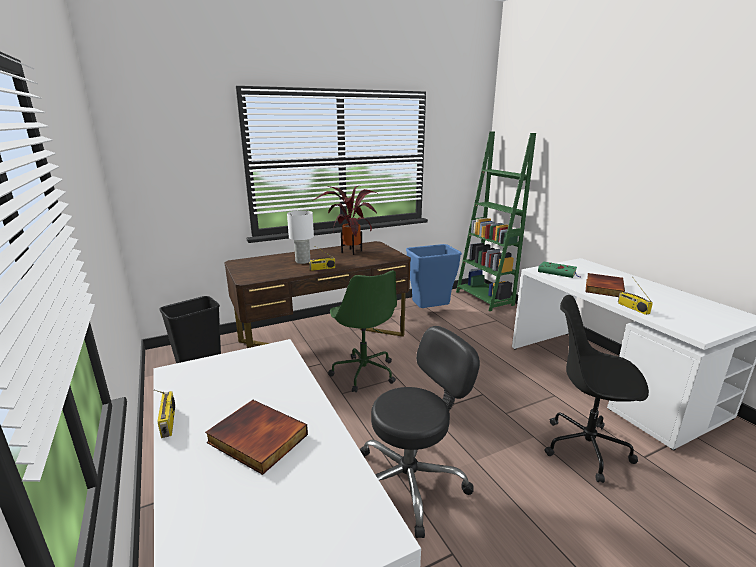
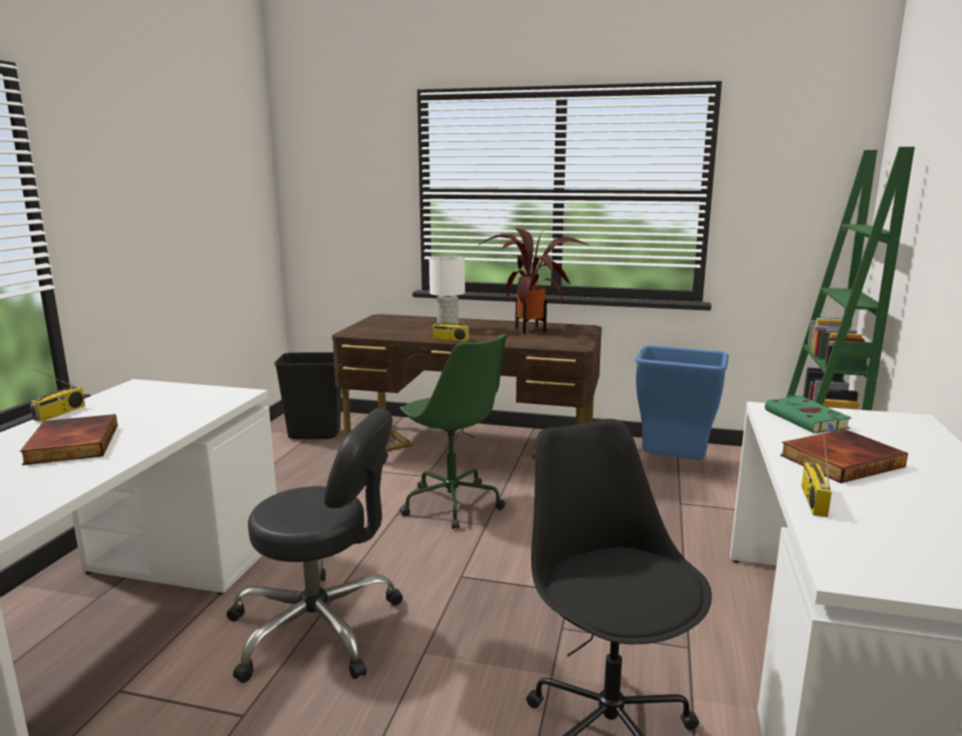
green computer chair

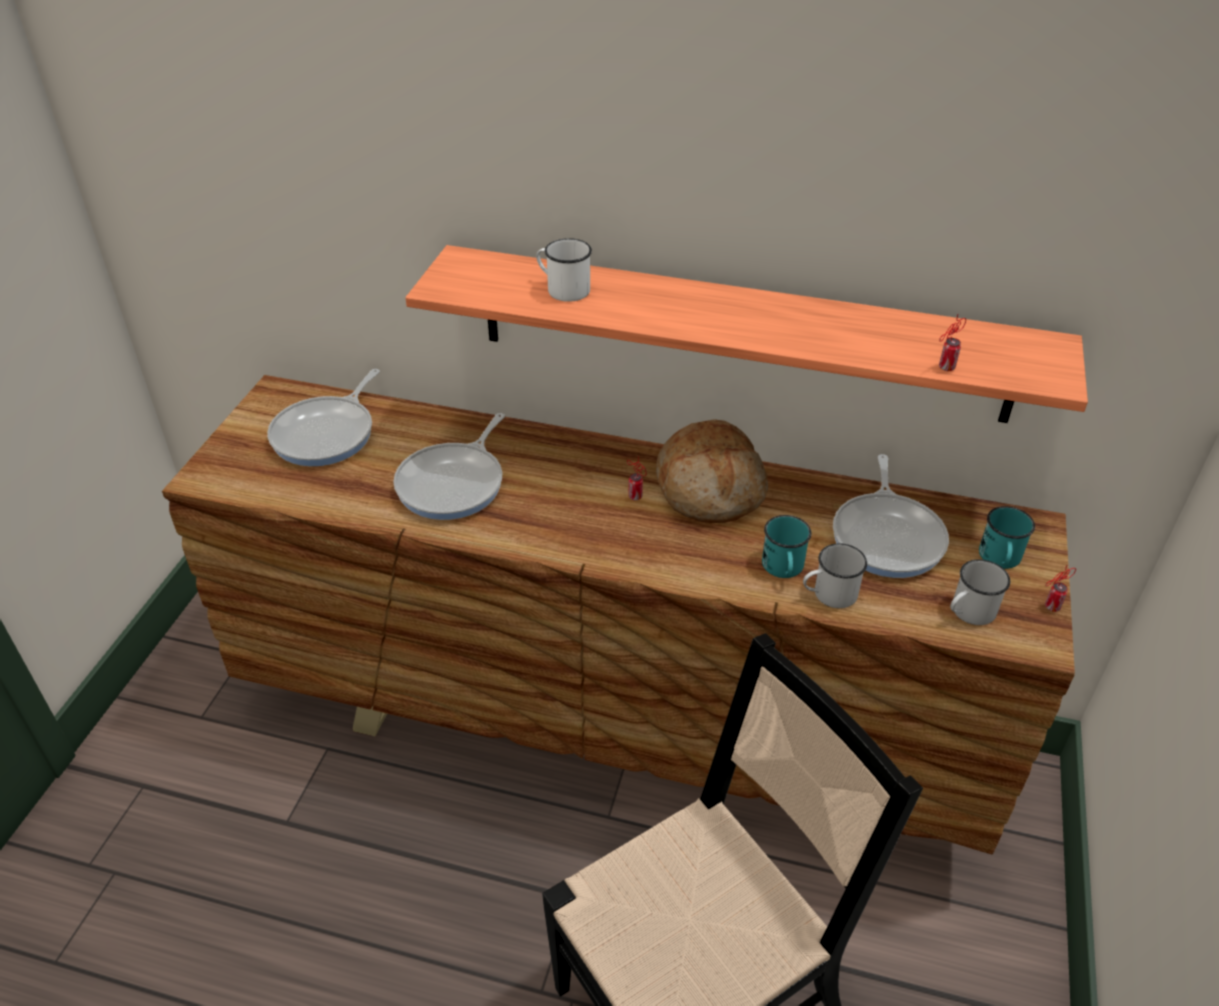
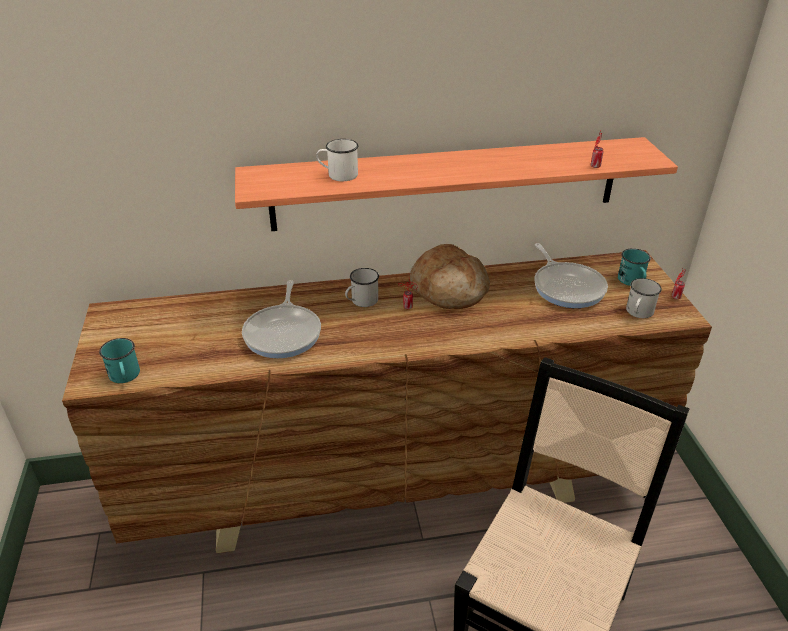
frying pan (no. 1 from left in the first image)
turquoise-coloured coffee mug (no. 1 from left)
whitish coffee mug (no. 2 from left)

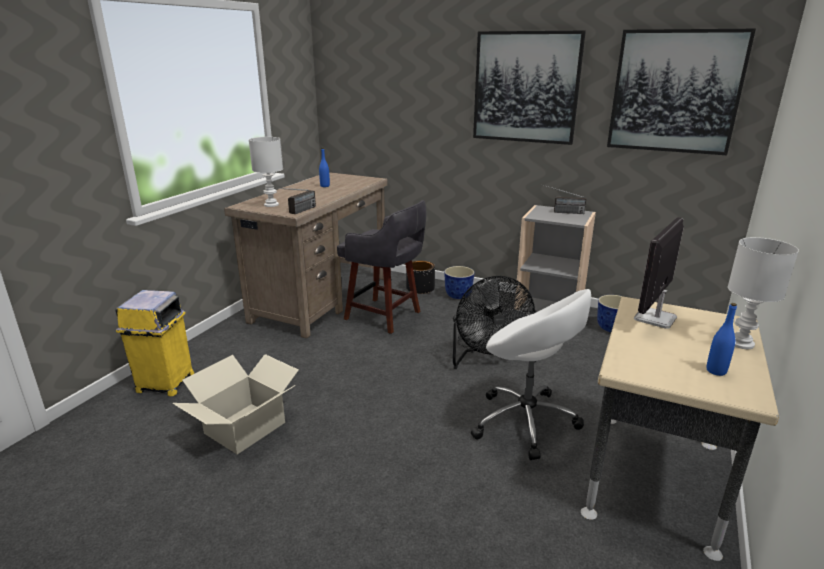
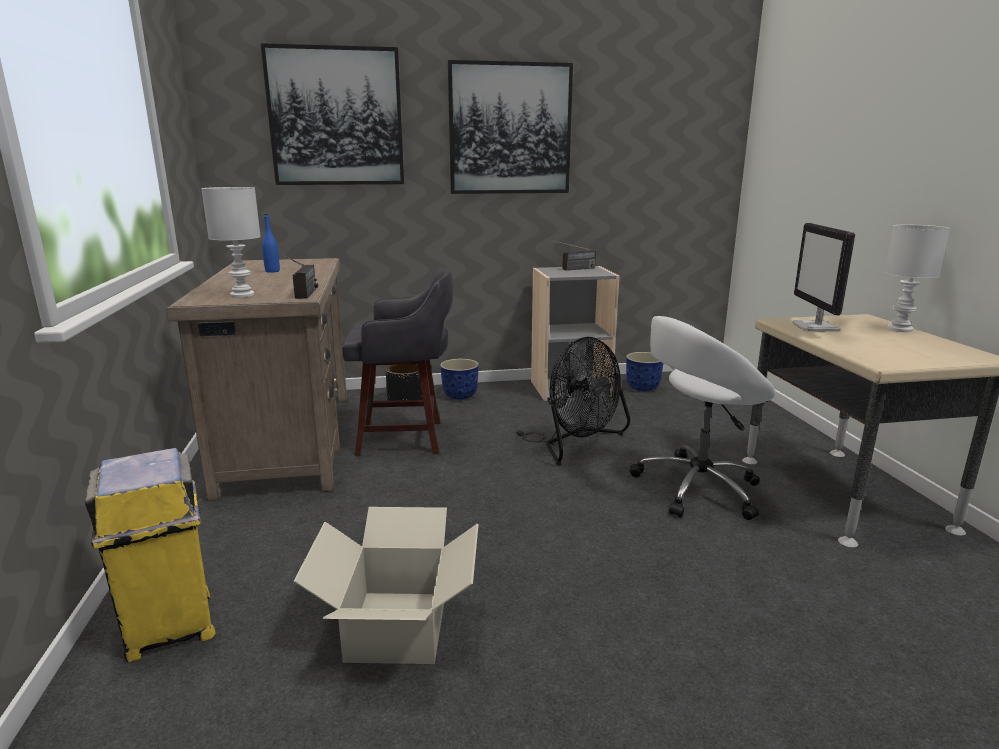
wall art (no. 1 from left)
whitish computer chair
blue drink bottle (no. 2 from left in the first image)

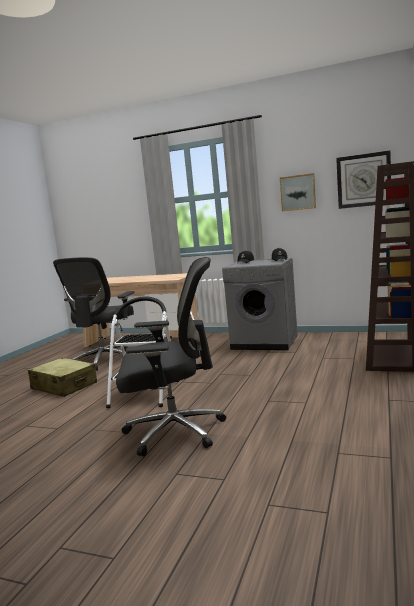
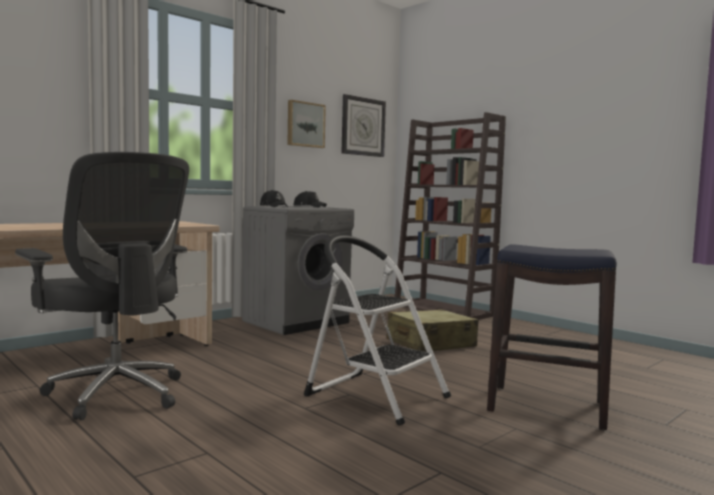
sitting stool
beige-coloured travel case

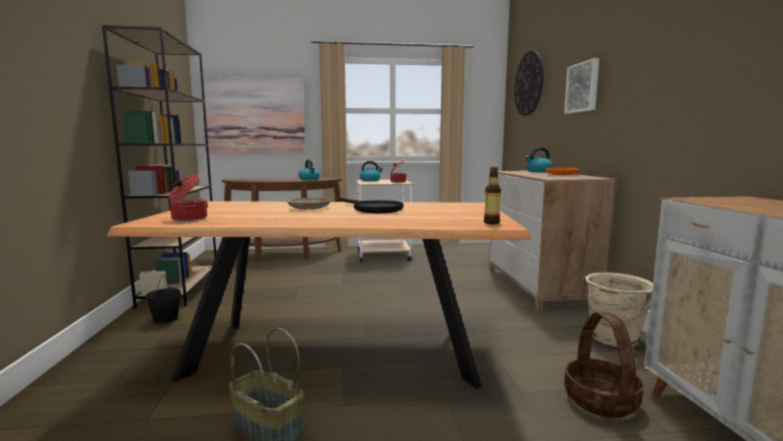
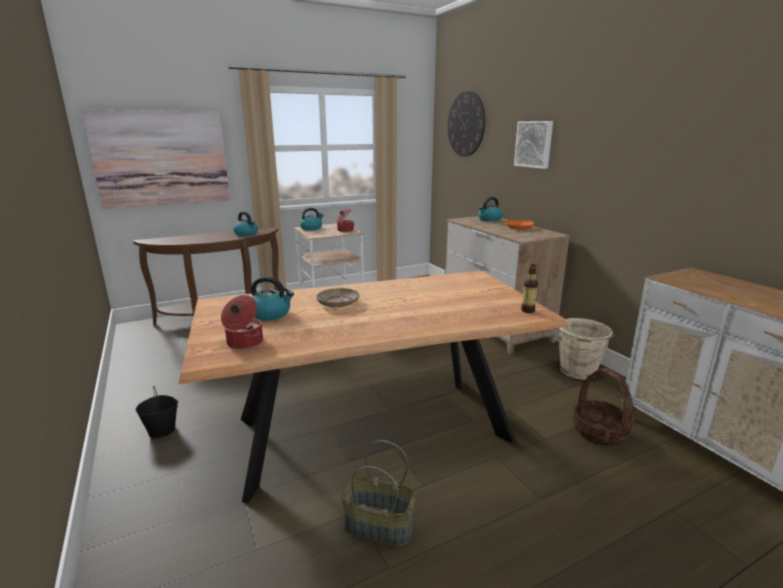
beige-coloured bookcase
black-coloured frying pan
kettle (no. 2 from left)

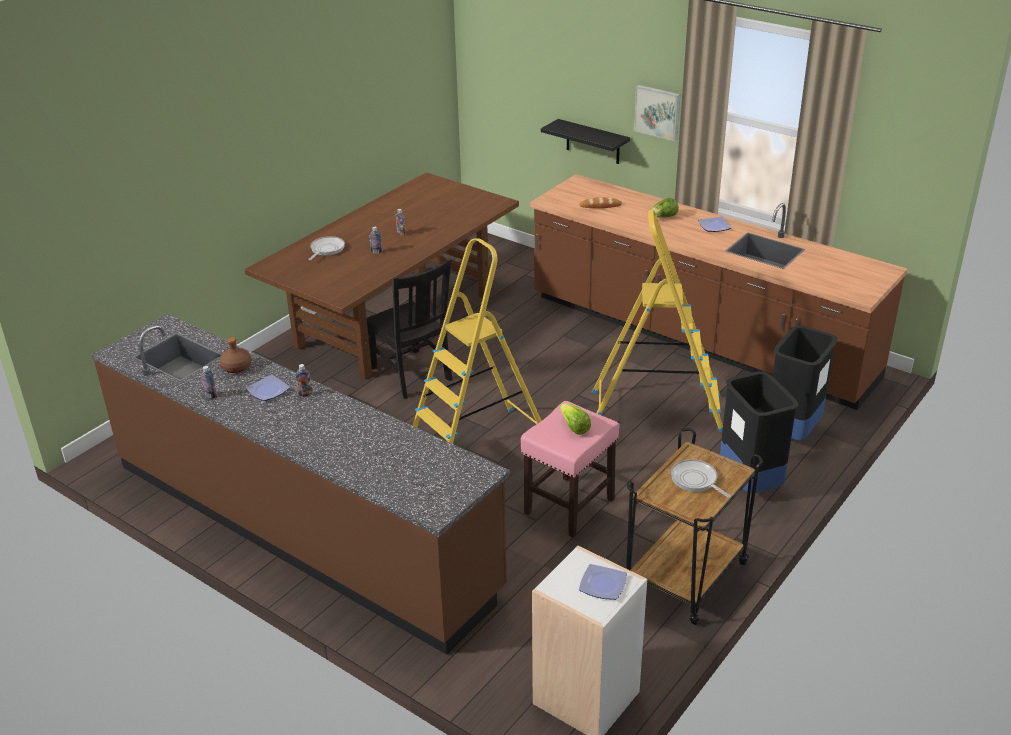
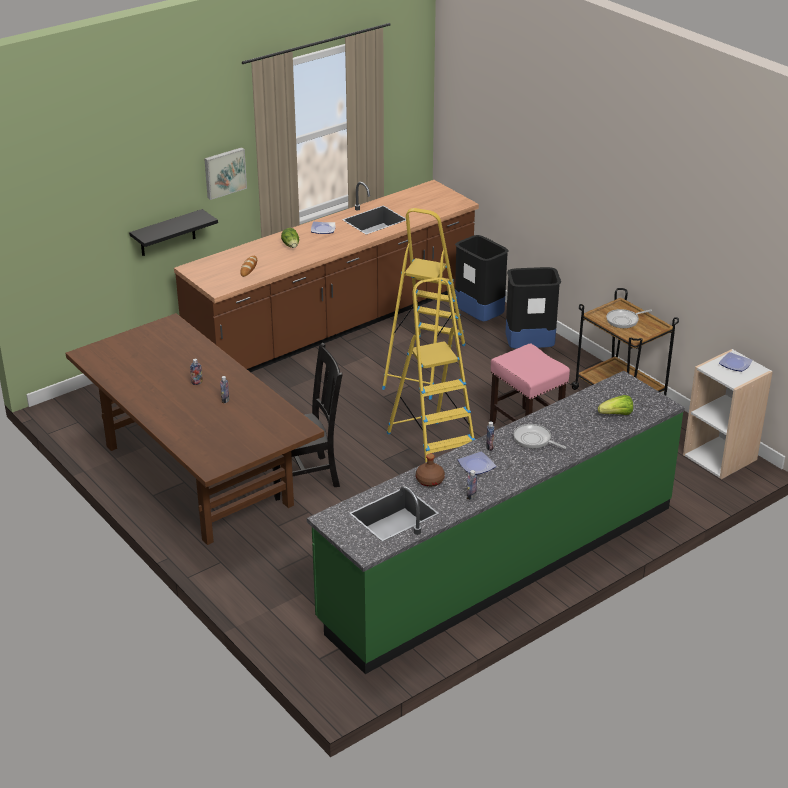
frying pan (no. 1 from left)
green kitchen base unit
lettuce (no. 2 from left)

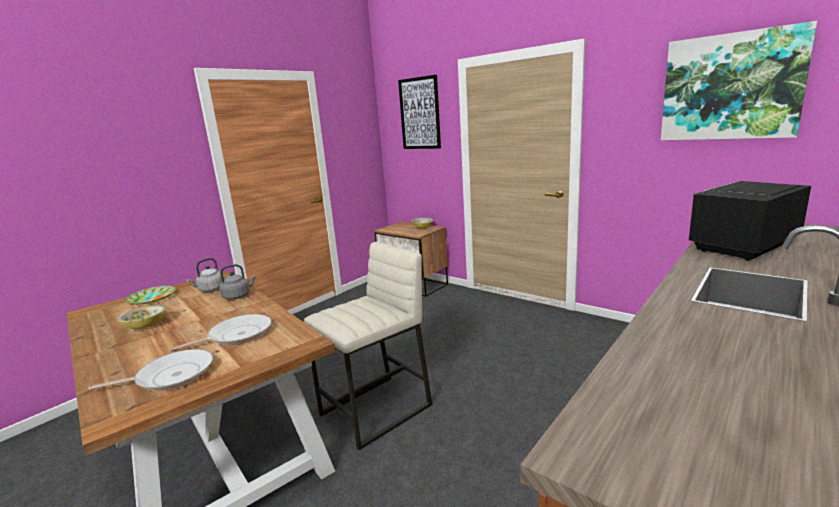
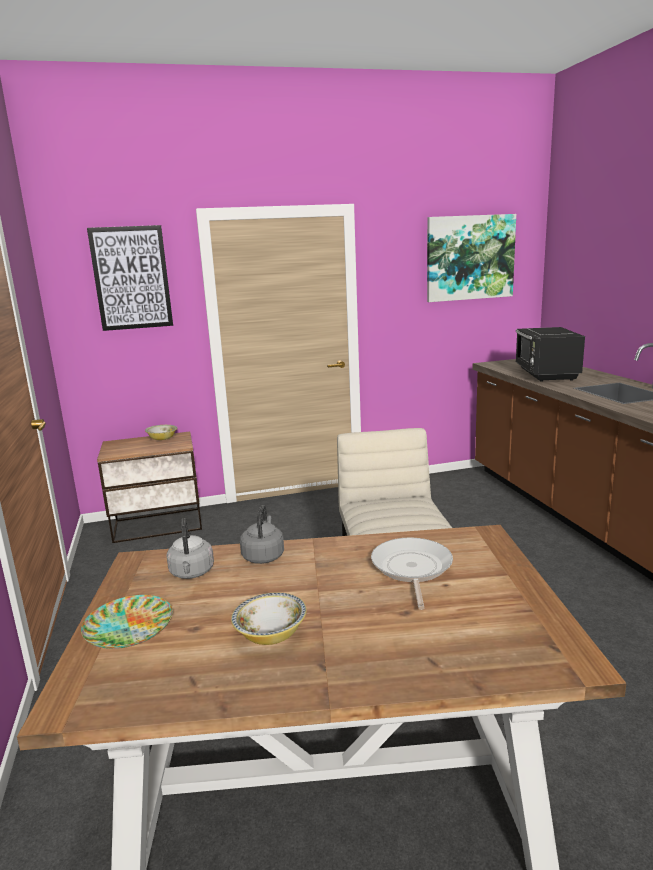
frying pan (no. 1 from left in the first image)

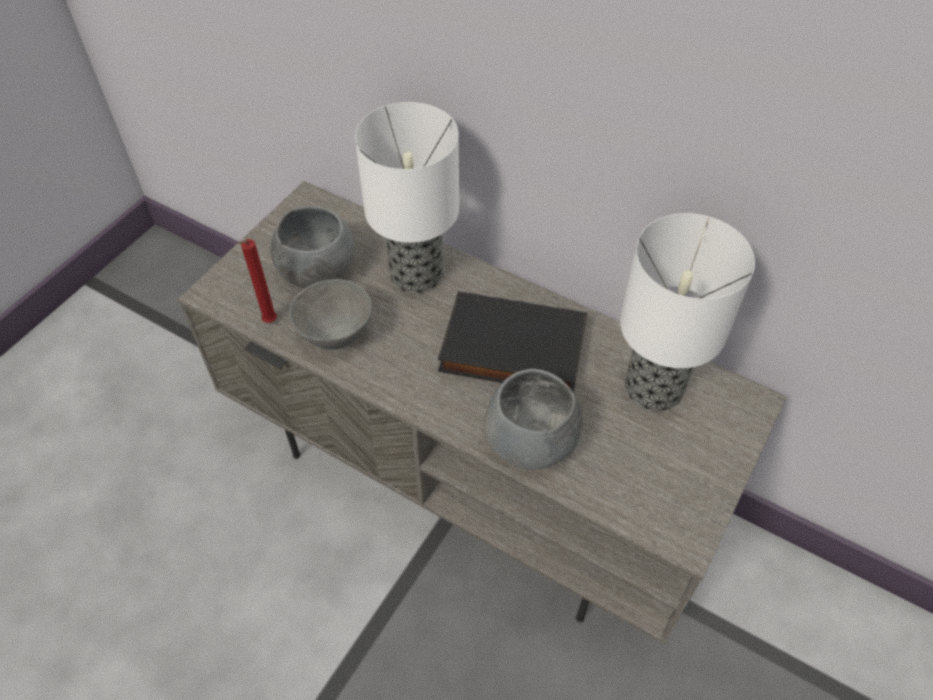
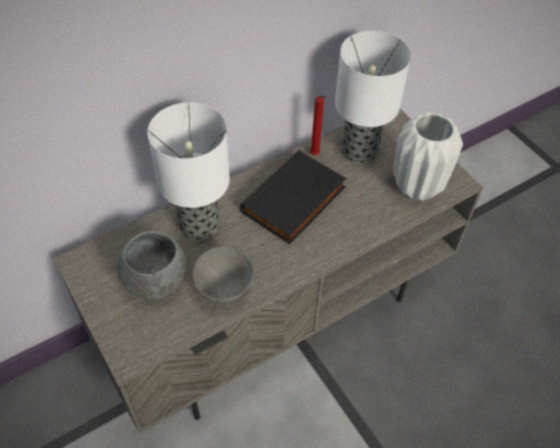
red-coloured wax light
gray serving bowl (no. 3 from left in the first image)
whitish decorative vase

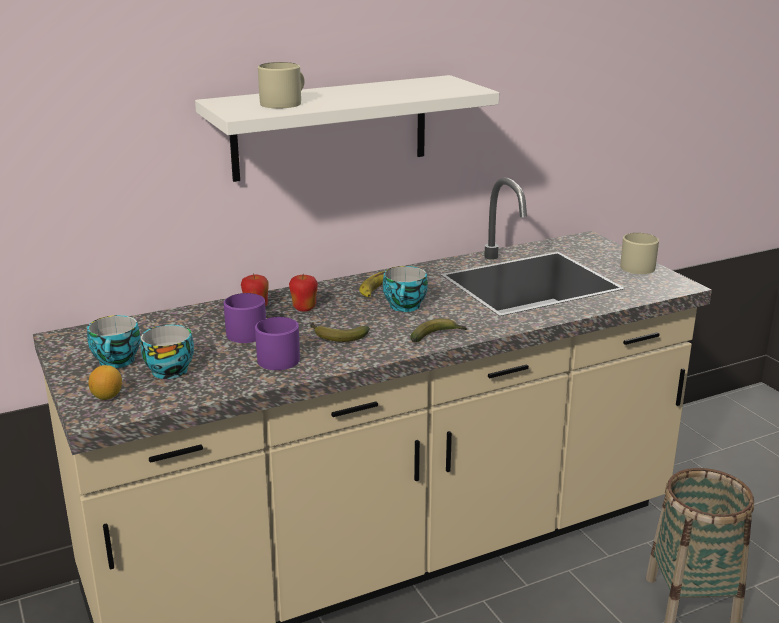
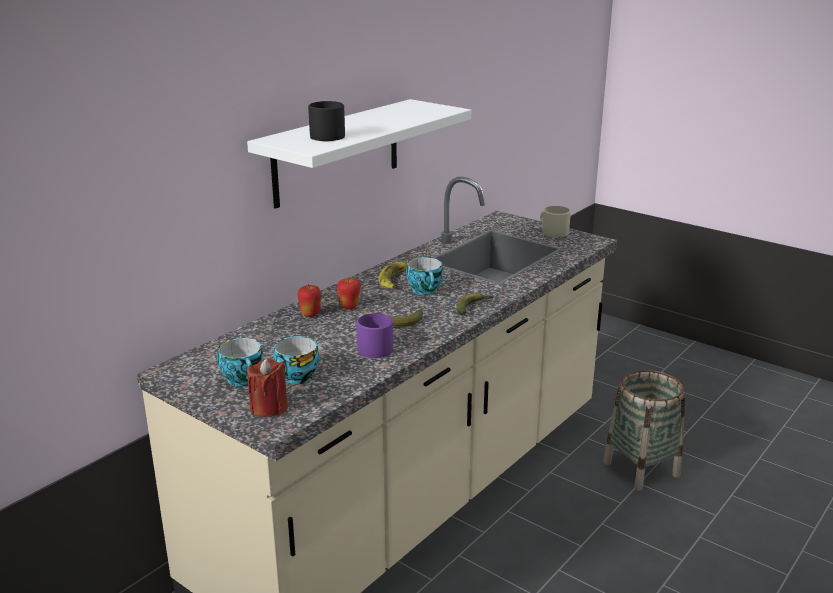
black-coloured coffee mug
purple coffee mug (no. 1 from left in the first image)
red-coloured wax light

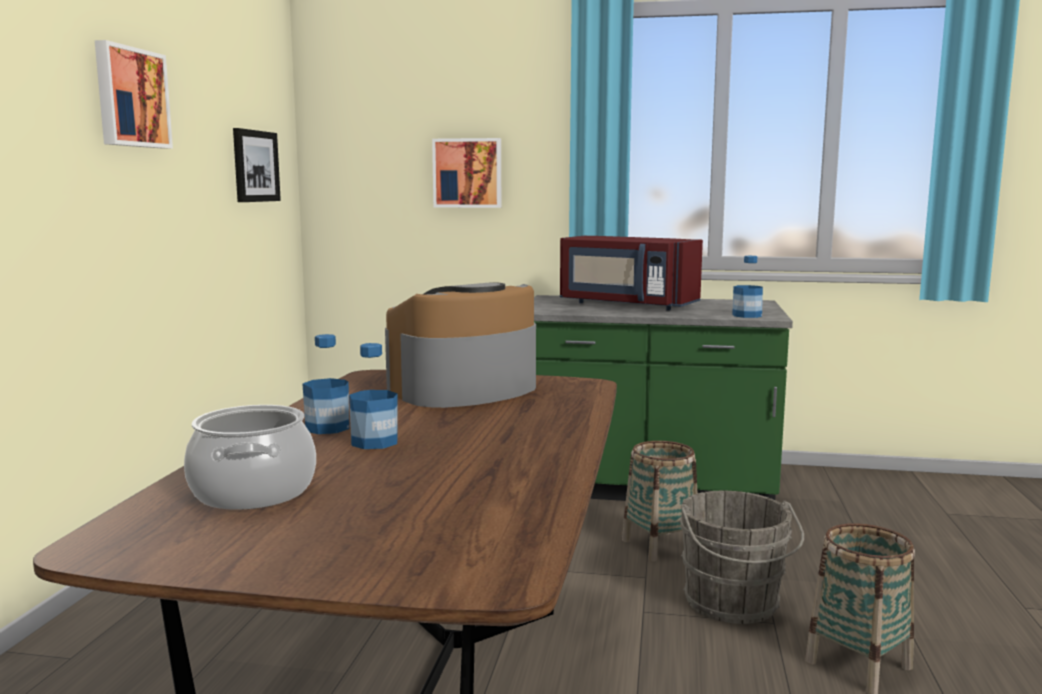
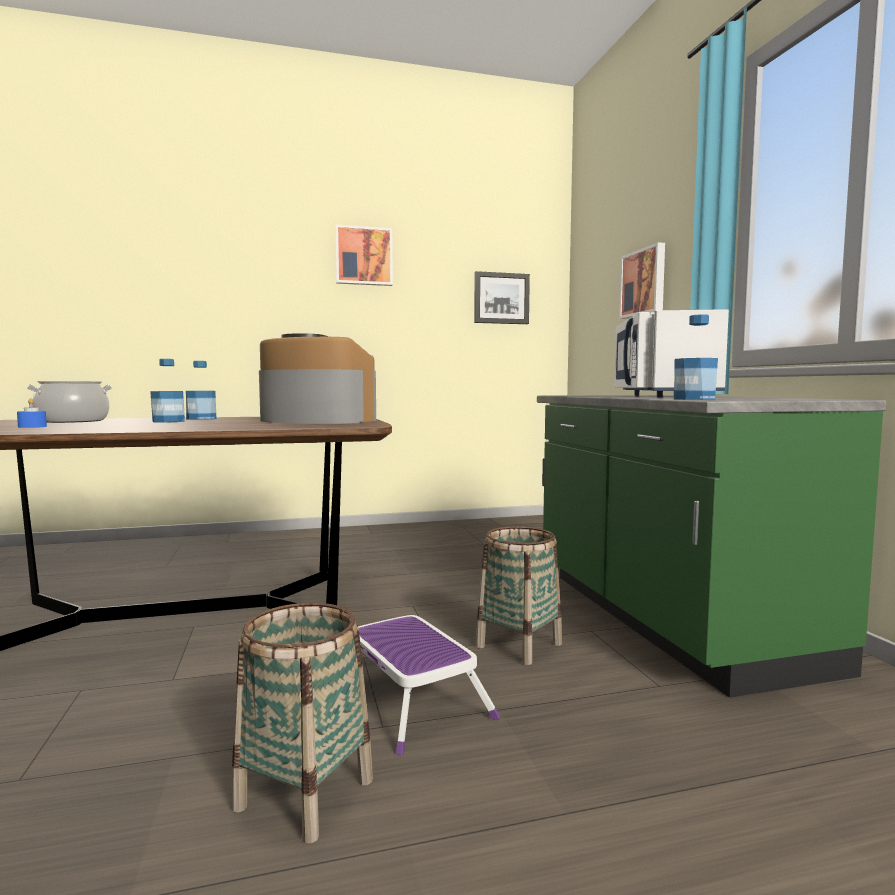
whitish kitchen microwave
purple stepladder
blue wax light

